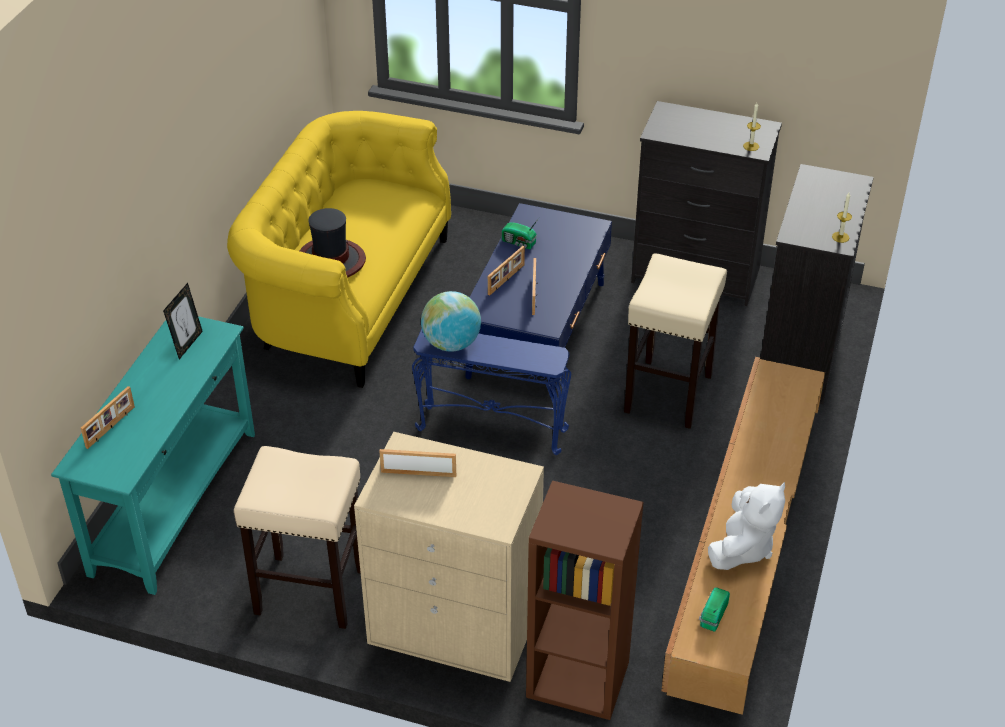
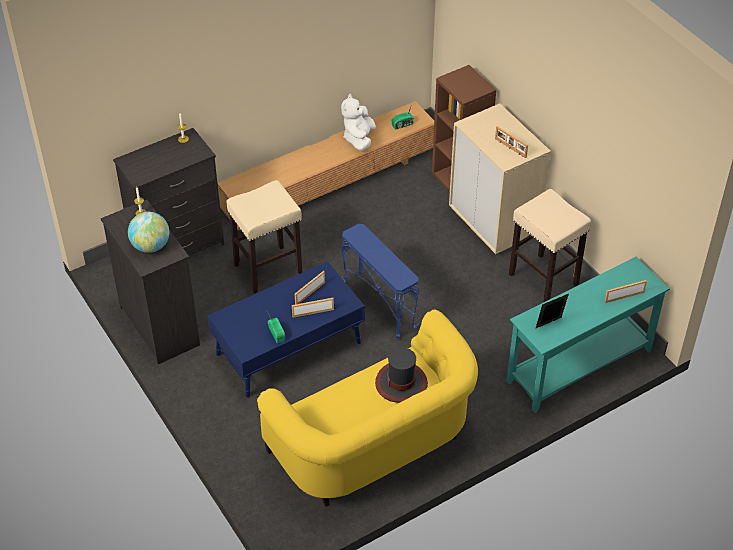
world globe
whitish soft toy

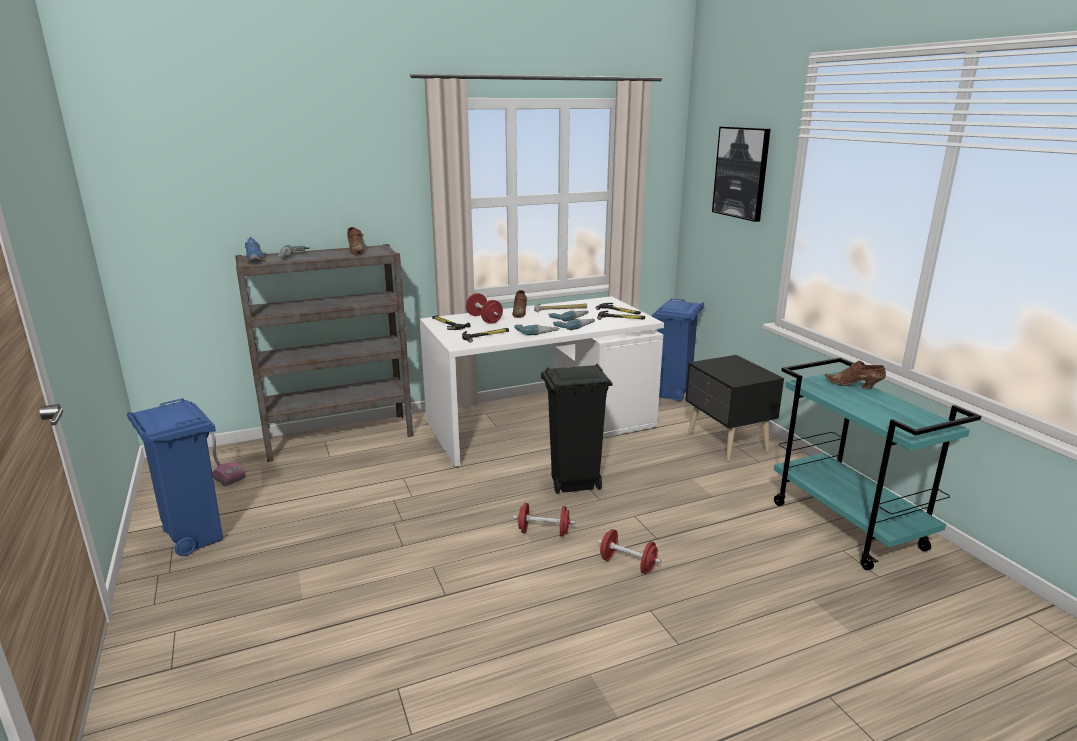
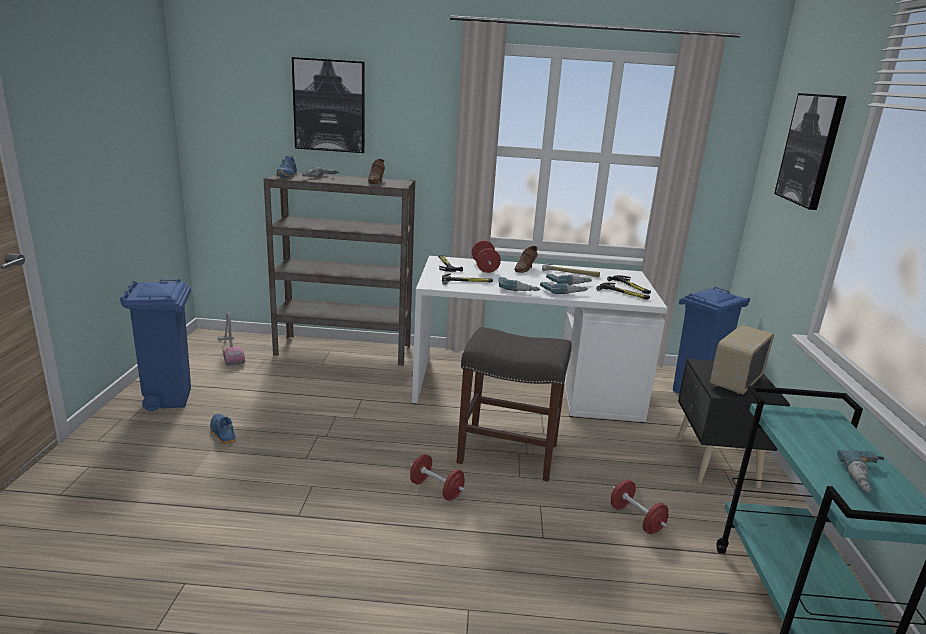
brown item of footwear (no. 3 from left in the first image)
gray sitting stool
red-coloured hand weight (no. 3 from left)
wall art (no. 1 from left)
radio
blue item of footwear (no. 1 from left)
drill (no. 5 from left)

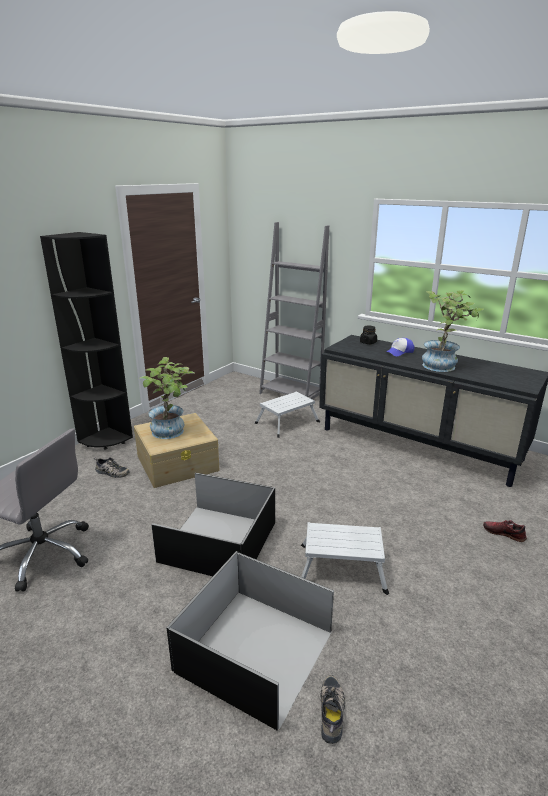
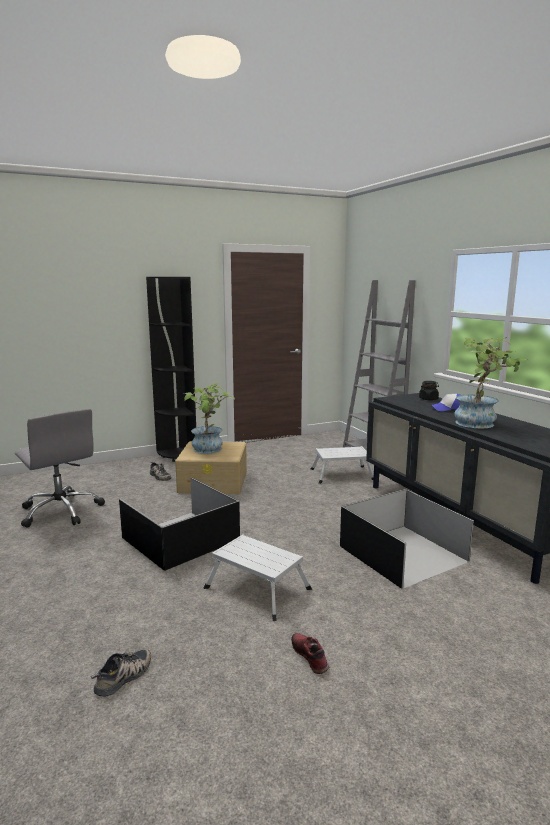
item of footwear (no. 3 from left)
black-coloured storage bin (no. 2 from left)

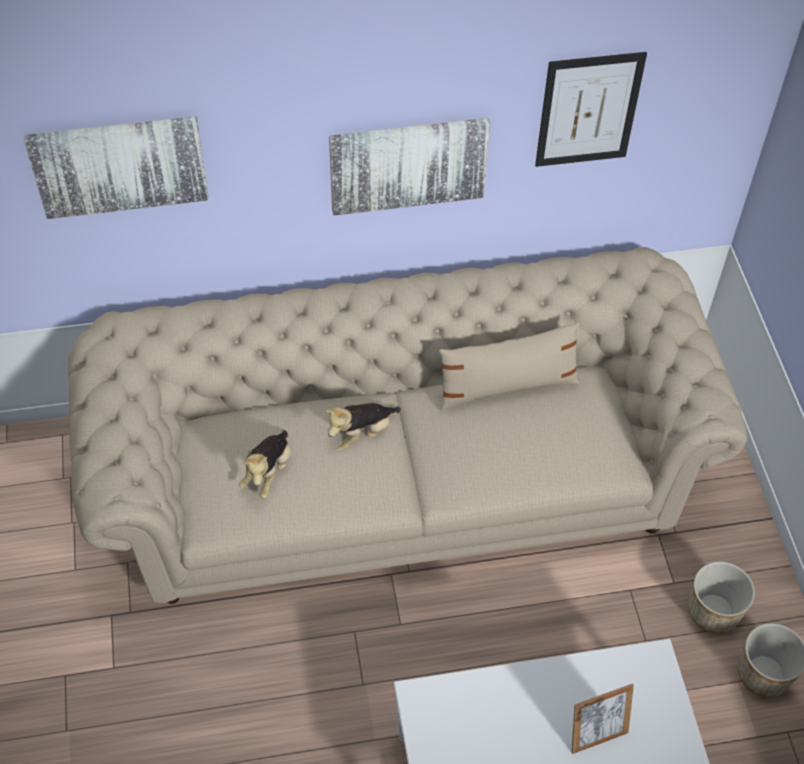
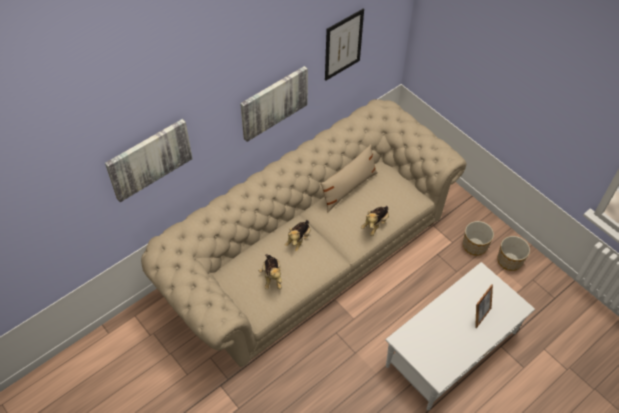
soft toy (no. 3 from left)

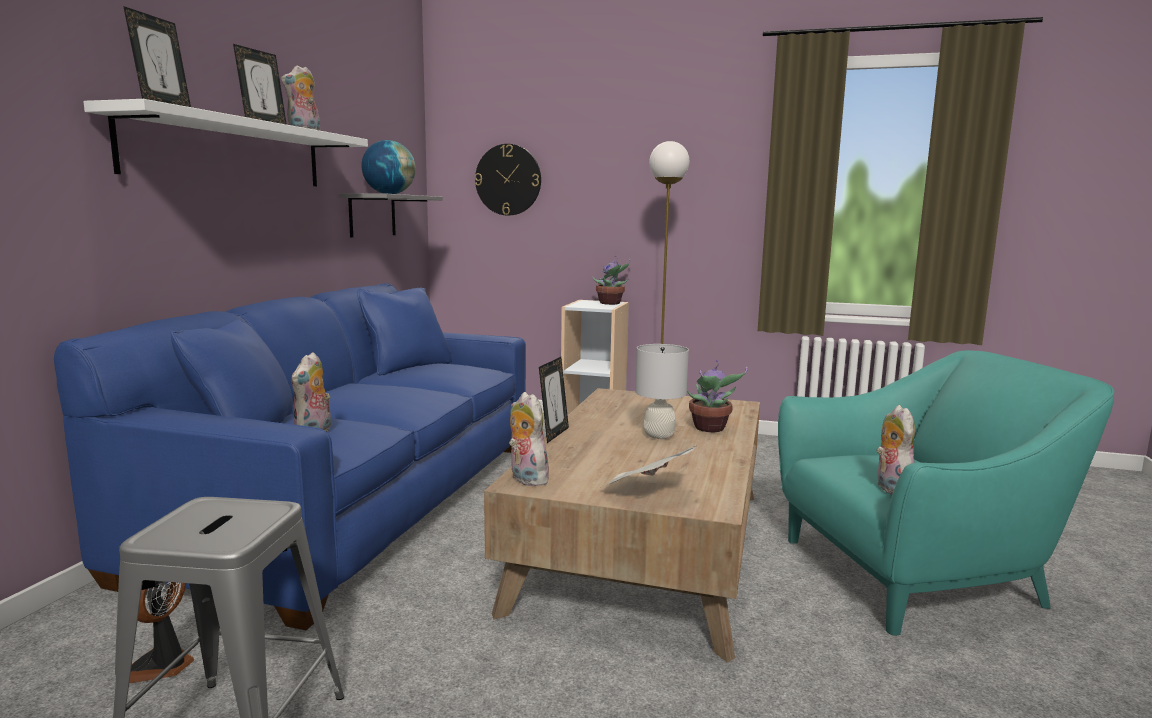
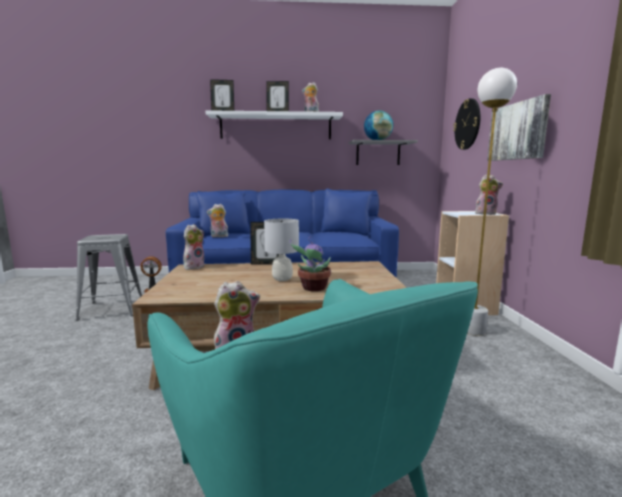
soft toy (no. 5 from left)
newspaper
wall art

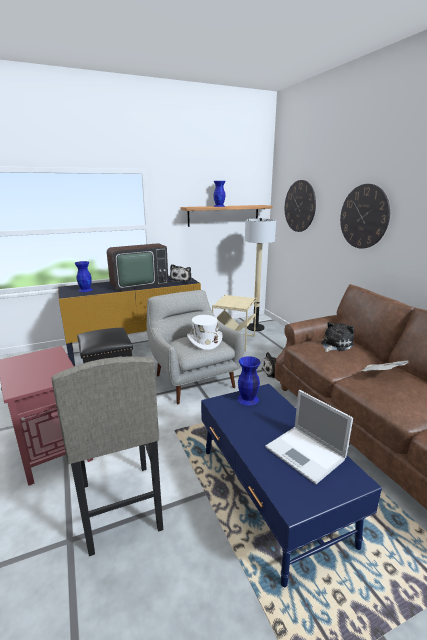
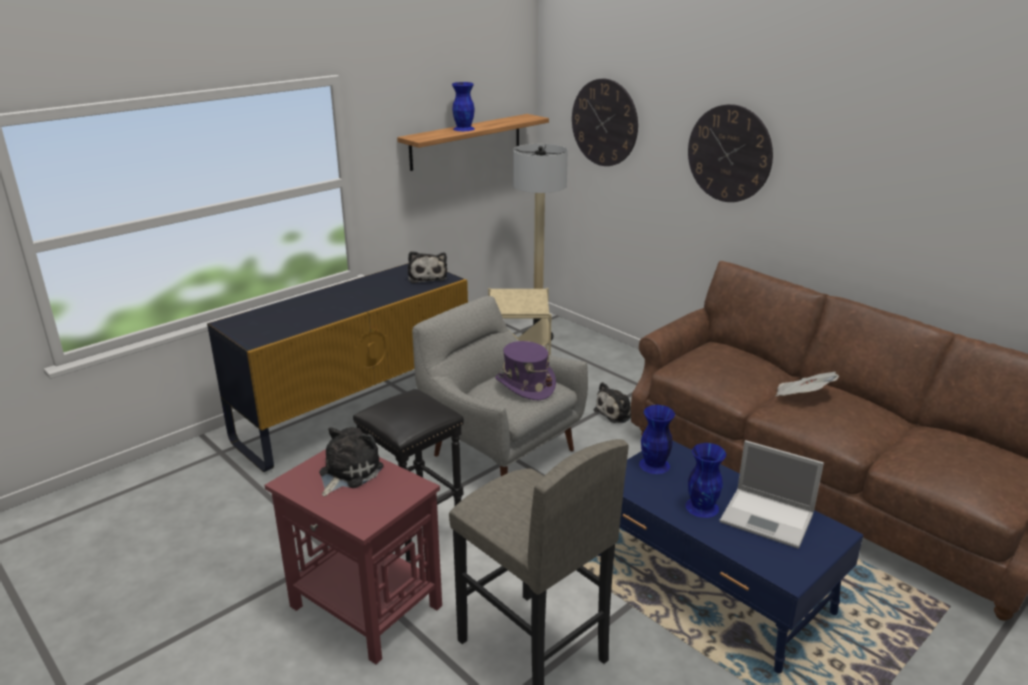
TV set
blue decorative vase (no. 3 from left)
purple wearable hat
soft toy (no. 1 from left)

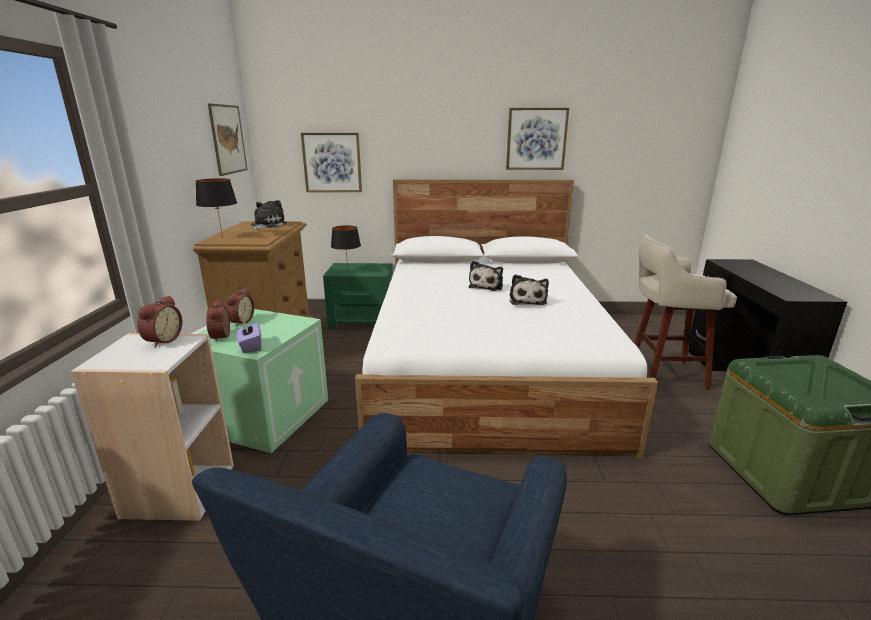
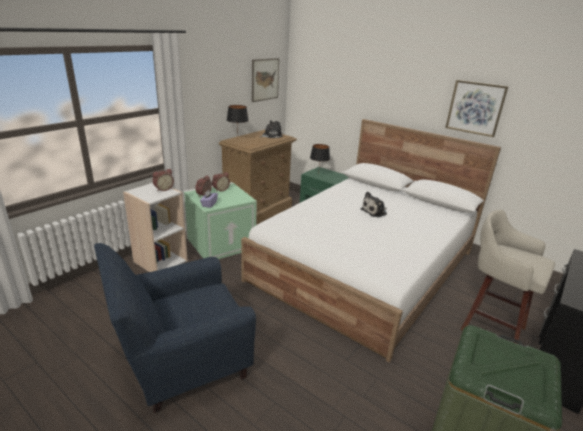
wall art (no. 2 from left in the first image)
soft toy (no. 3 from left in the first image)

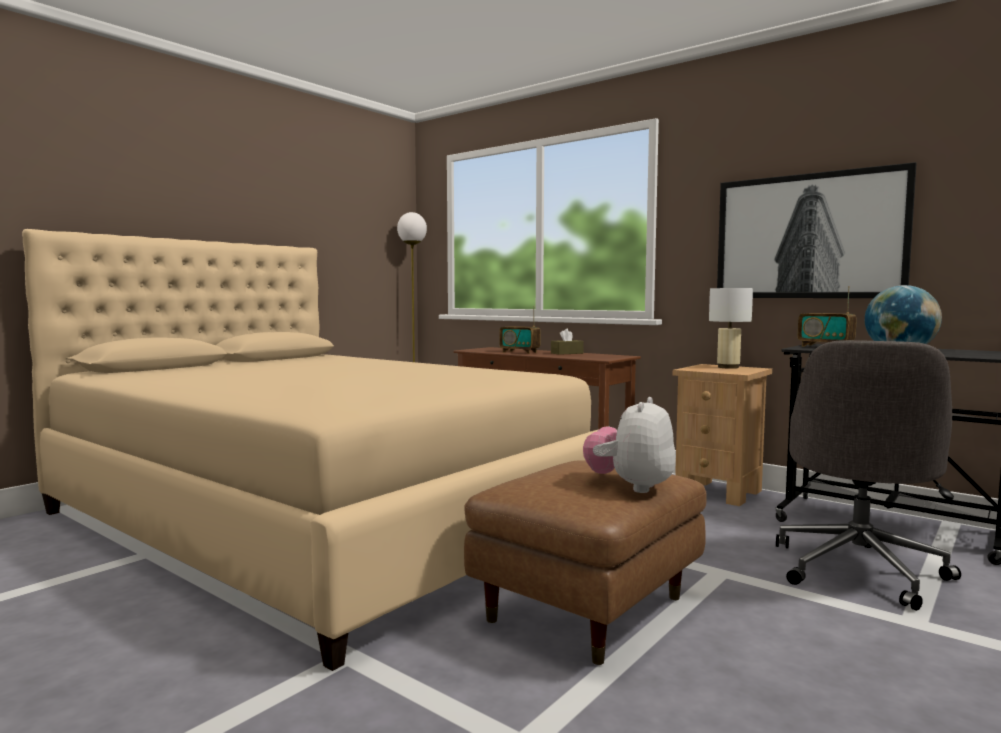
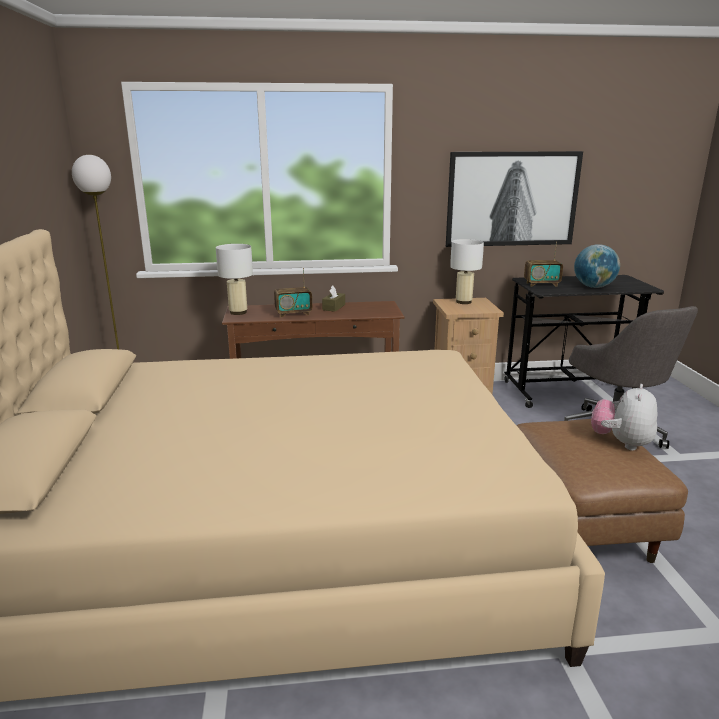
soft toy
whitish table lamp (no. 1 from left)

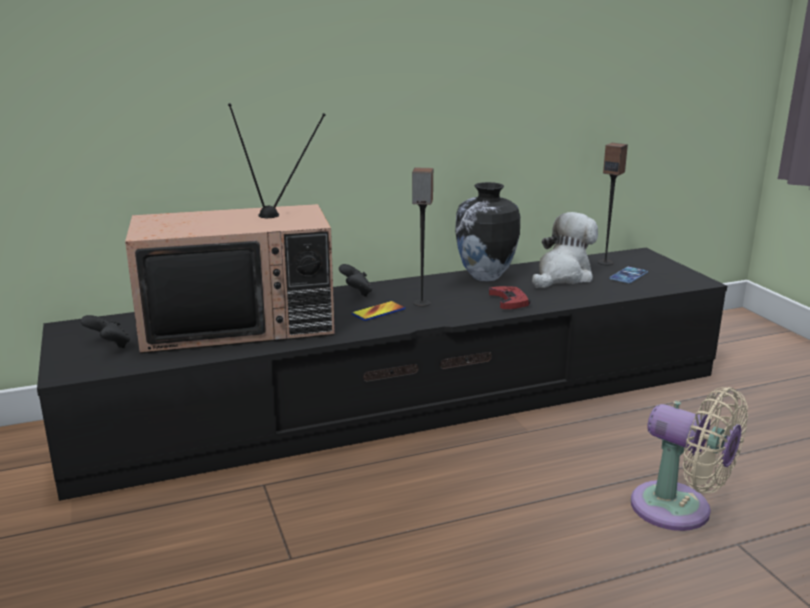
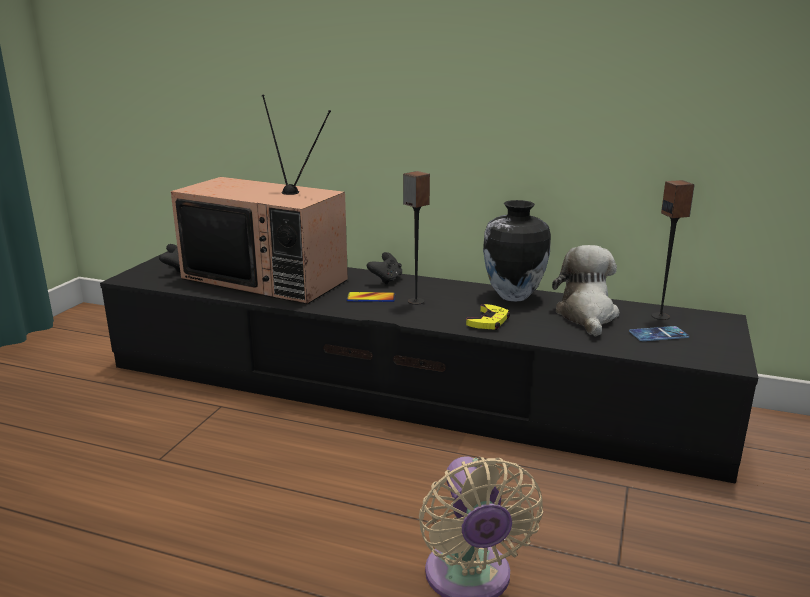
soft toy
yellow game controller

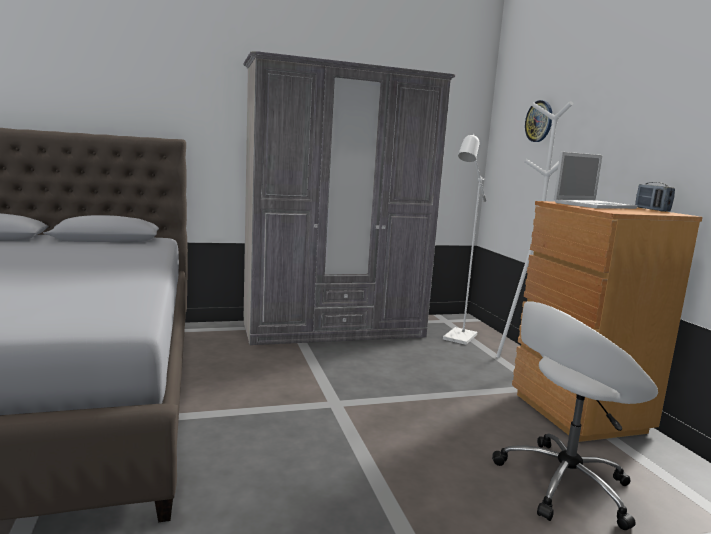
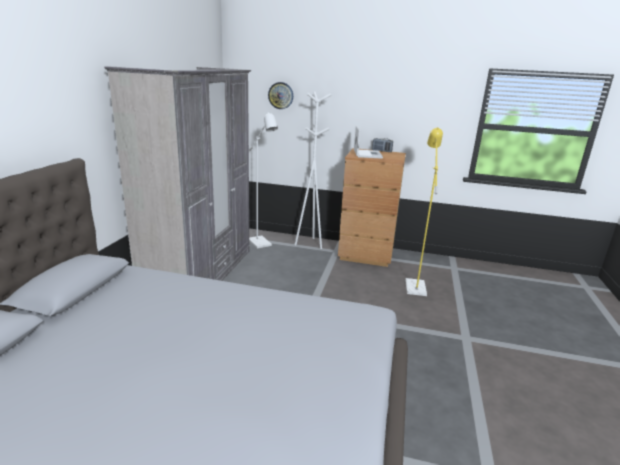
yellow standard lamp

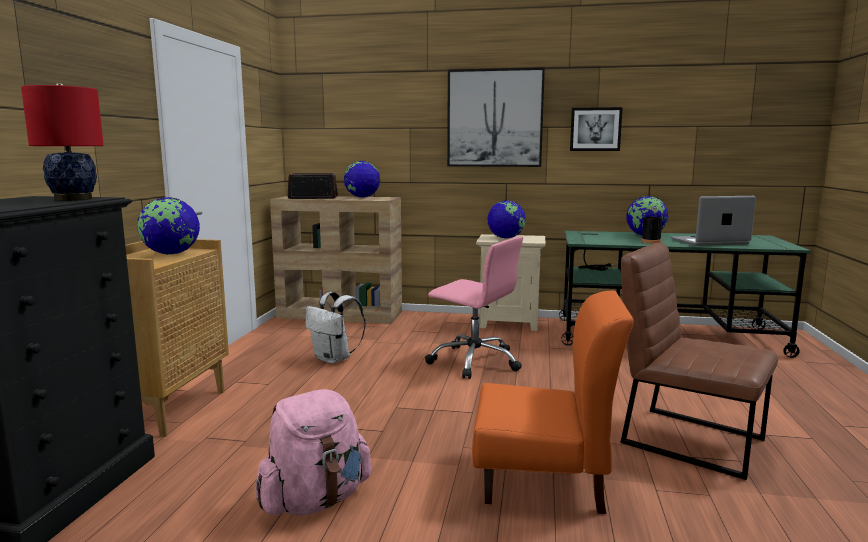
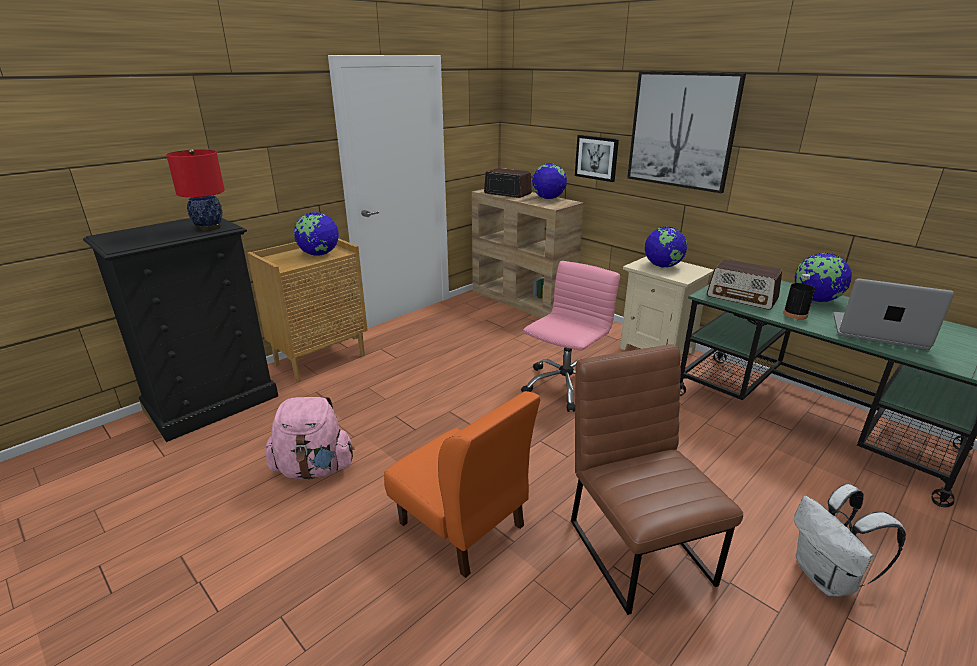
wall art (no. 1 from left)
pinkish computer chair
whitish backpack
radio (no. 2 from left)

